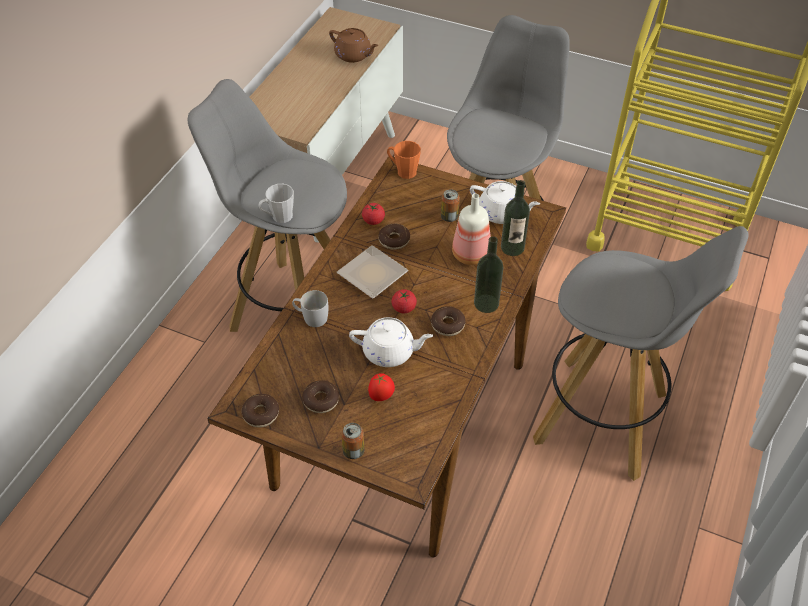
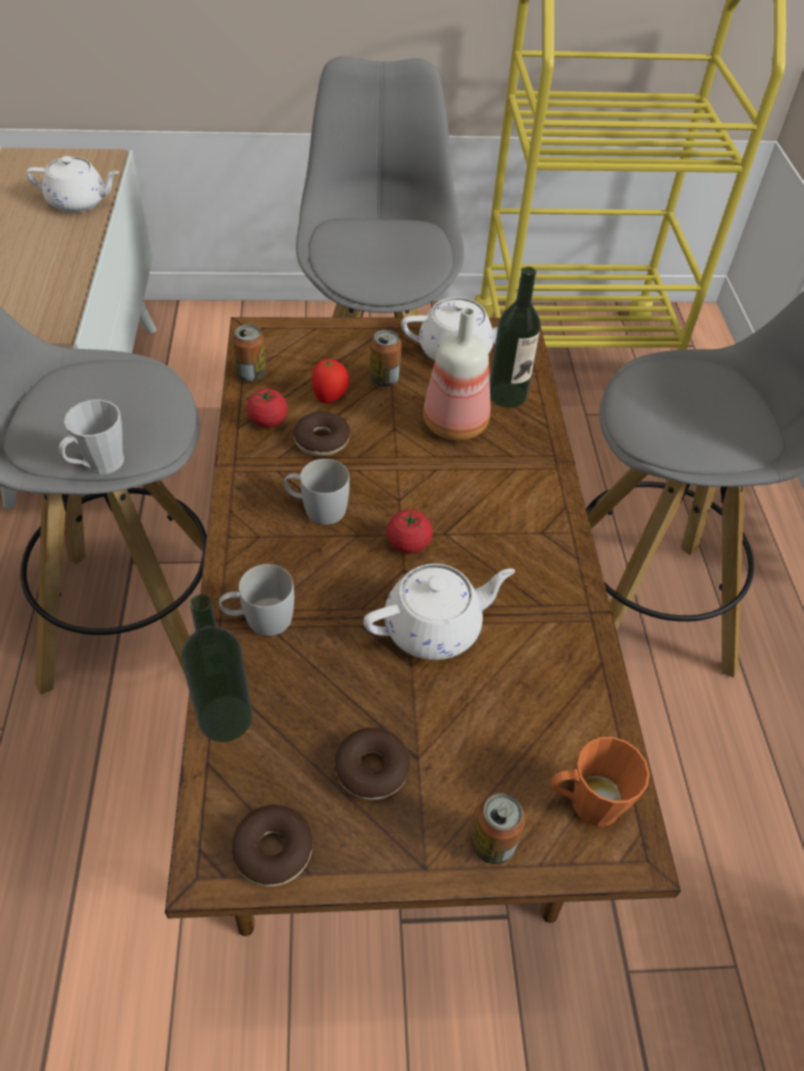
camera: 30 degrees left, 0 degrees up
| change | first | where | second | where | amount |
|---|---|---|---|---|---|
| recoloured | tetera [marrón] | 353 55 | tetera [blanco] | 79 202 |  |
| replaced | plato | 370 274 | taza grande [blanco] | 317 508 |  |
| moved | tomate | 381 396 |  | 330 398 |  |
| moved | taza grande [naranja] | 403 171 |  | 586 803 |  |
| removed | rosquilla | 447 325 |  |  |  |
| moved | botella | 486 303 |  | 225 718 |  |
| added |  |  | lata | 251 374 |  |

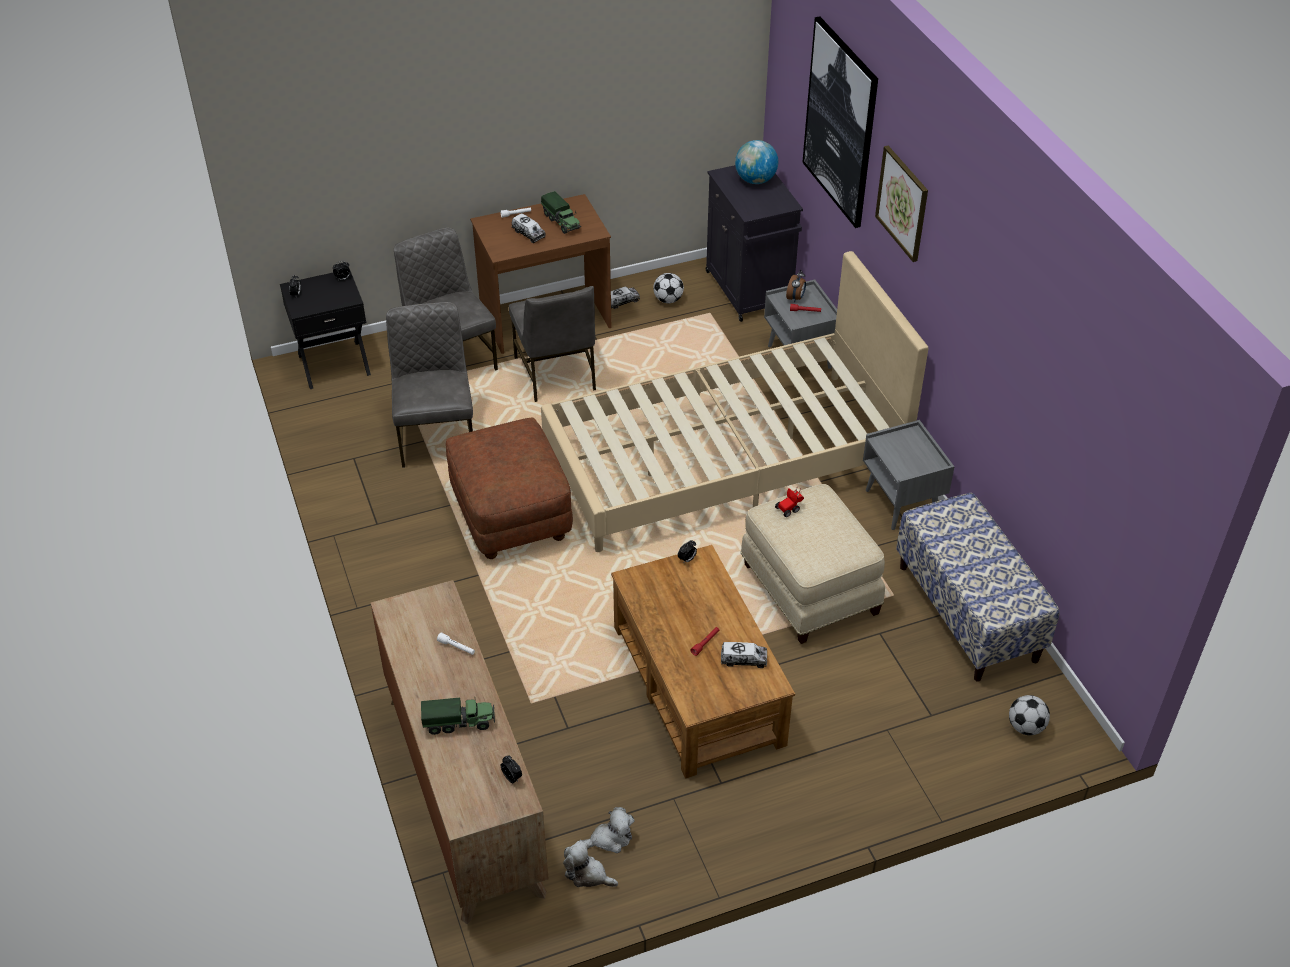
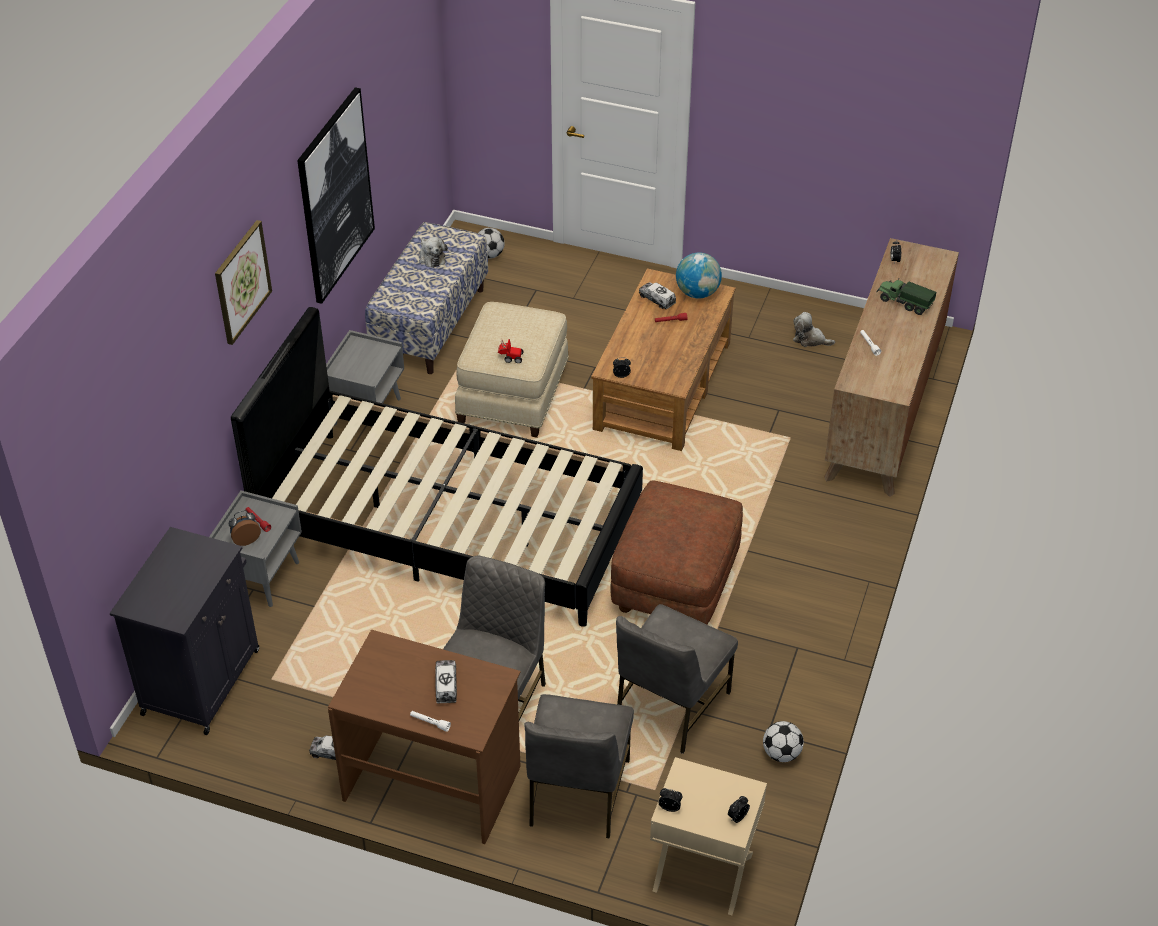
camera: 140 degrees left, 0 degrees up
| change | first | where | second | where | amount |
|---|---|---|---|---|---|
| recoloured | mesita de noche [negro] | 334 363 | mesita de noche [beis] | 702 872 |  |
| removed | camión de juguete | 561 222 |  |  |  |
| recoloured | cama [beis] | 725 459 | cama [negro] | 448 525 |  |
| moved | peluche | 587 874 |  | 431 257 |  |
| moved | balón de fútbol | 668 300 |  | 781 753 |  |
| moved | globo terráqueo | 755 180 |  | 697 293 |  |
| moved | cuadro | 840 122 |  | 335 195 |  |

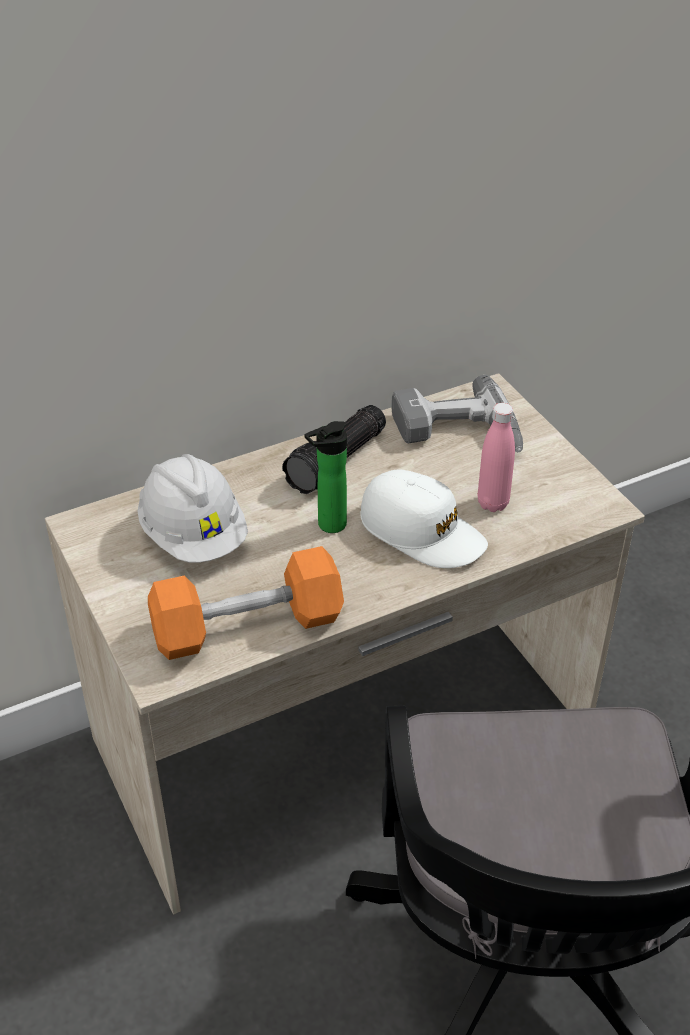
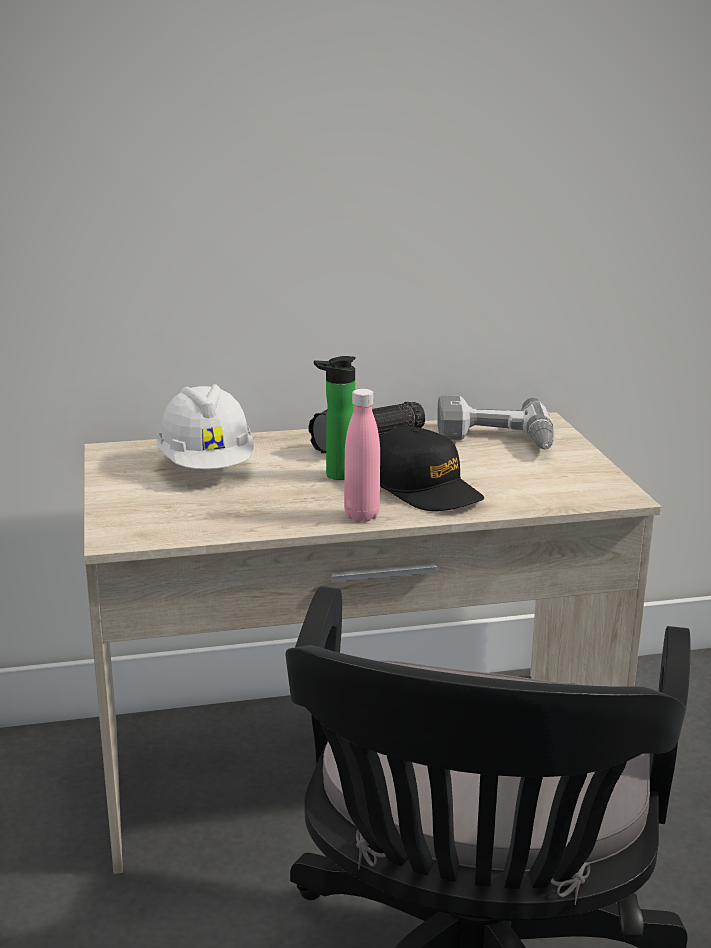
camera: 15 degrees right, 20 degrees down
| change | first | where | second | where | amount |
|---|---|---|---|---|---|
| removed | mancuerna [naranja] | 247 626 |  |  |  |
| recoloured | gorra [blanco] | 422 531 | gorra [negro] | 424 489 |  |
| moved | botella [rosa] | 493 503 |  | 361 516 |  |

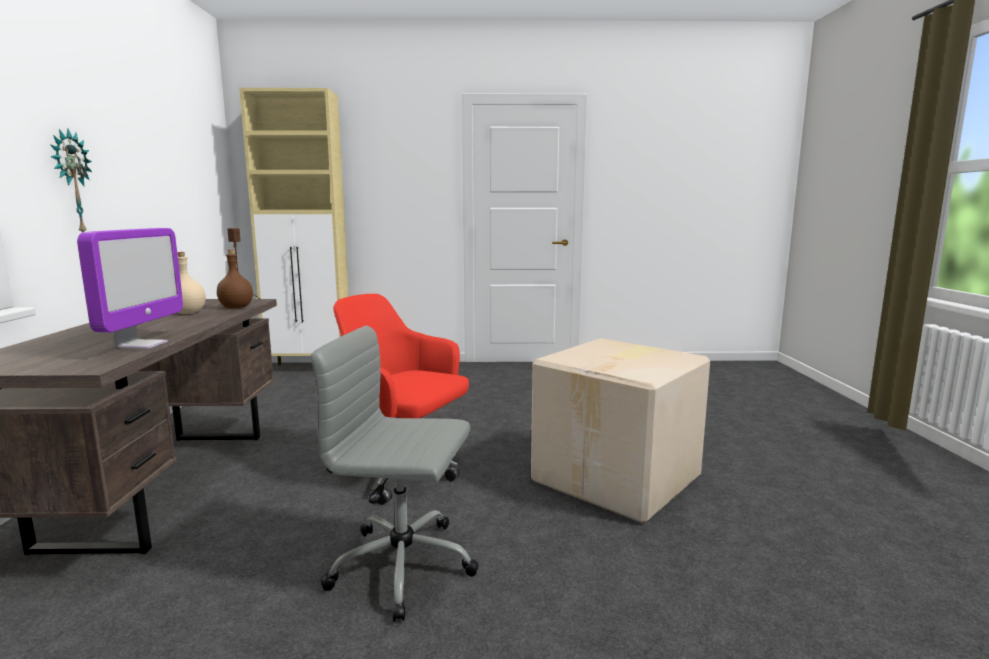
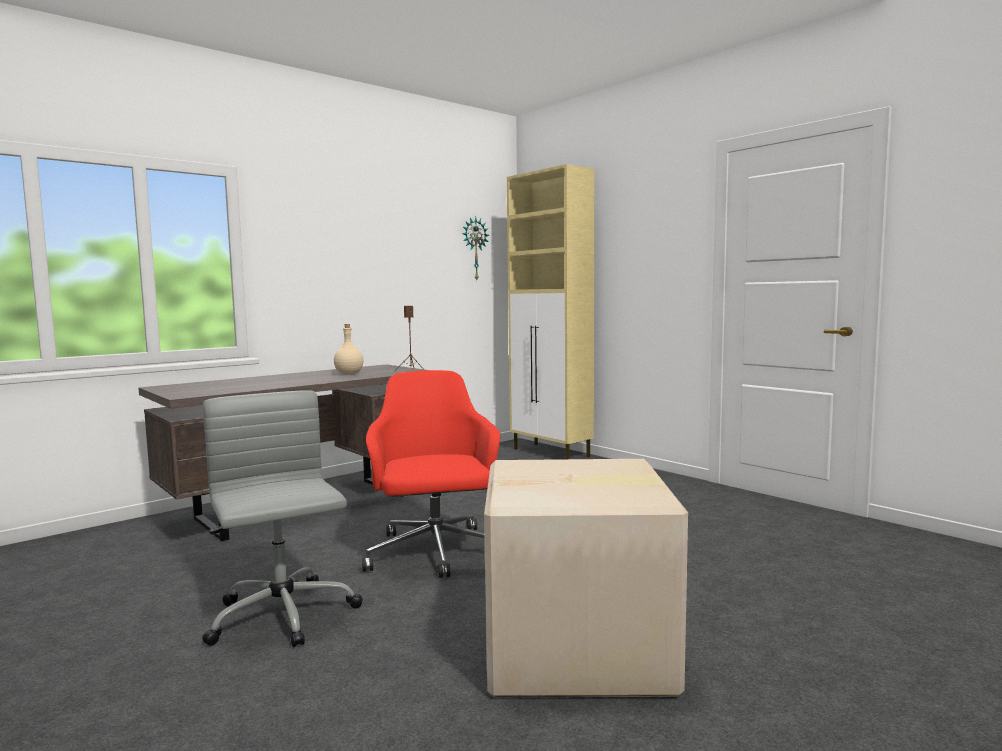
camera: 50 degrees right, 5 degrees down
| change | first | where | second | where | amount |
|---|---|---|---|---|---|
| moved | reloj de pared | 71 183 |  | 474 249 |  |
| removed | monitor | 142 345 |  |  |  |
| removed | botella [marrón] | 237 307 |  |  |  |

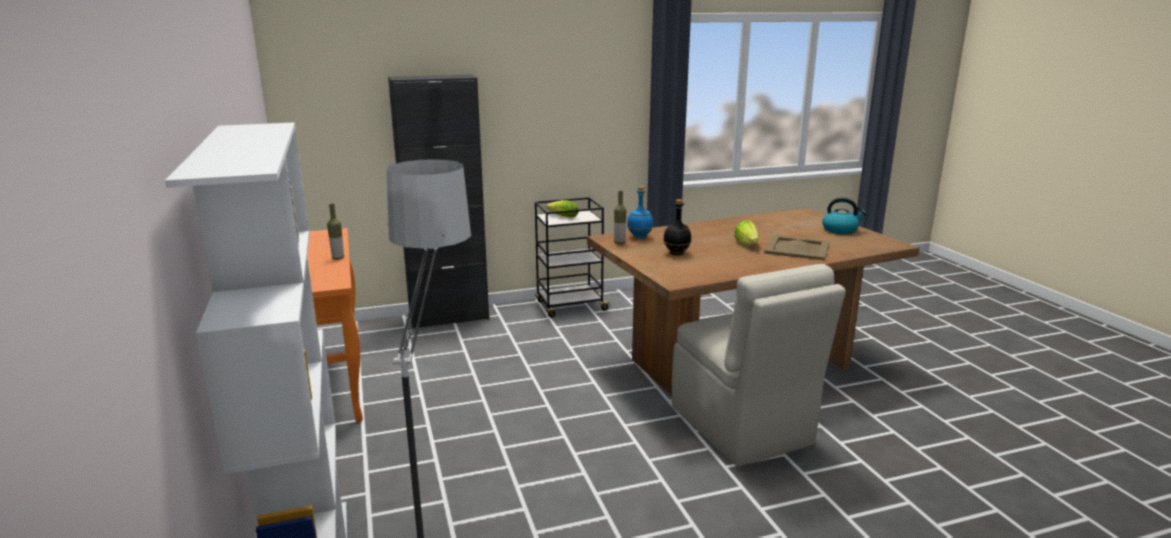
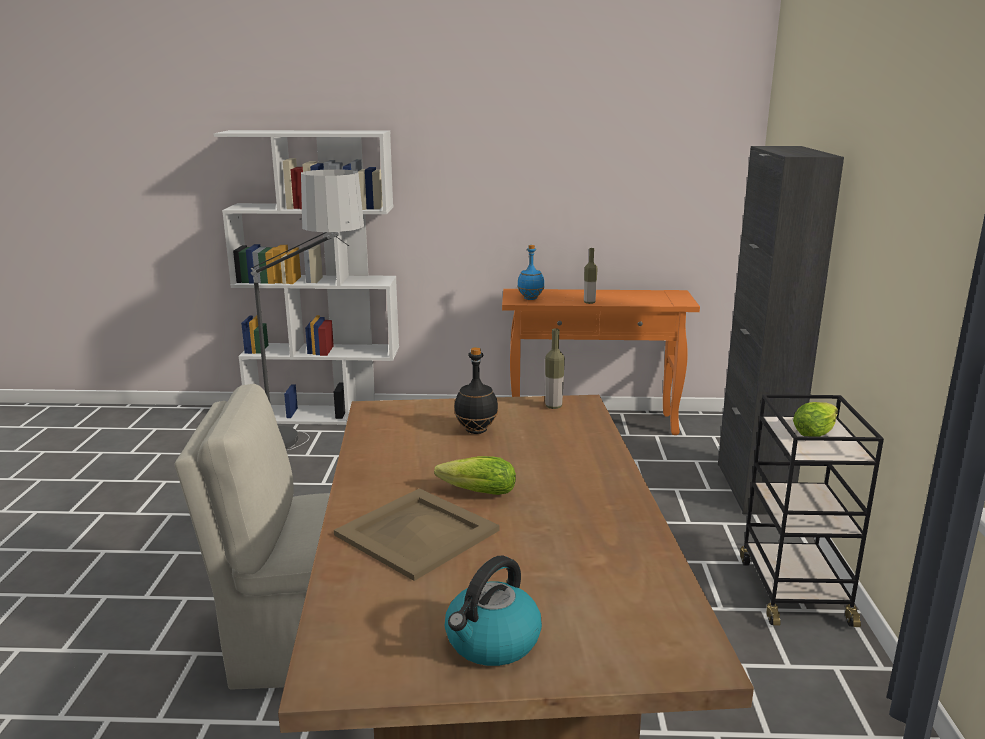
camera: 110 degrees right, 0 degrees up
| change | first | where | second | where | amount |
|---|---|---|---|---|---|
| moved | botella [azul] | 640 237 |  | 530 299 |  |

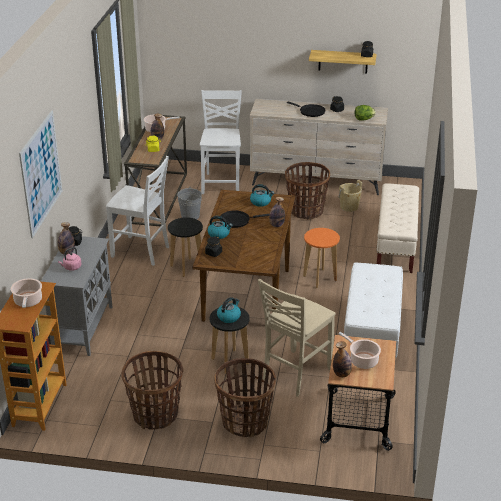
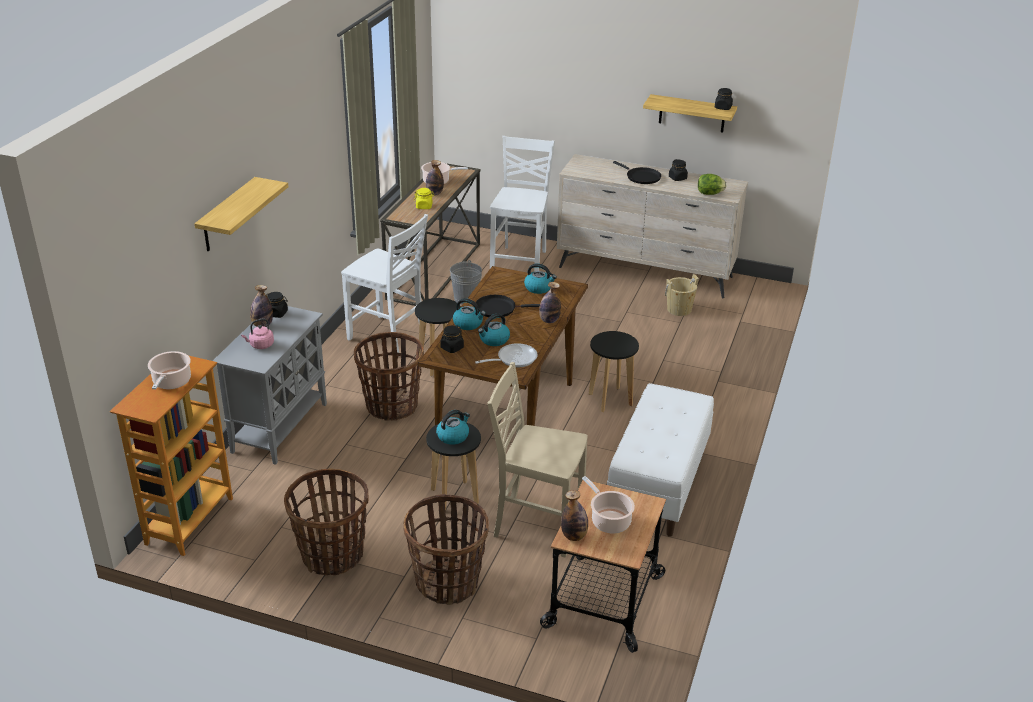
camera: 10 degrees right, 0 degrees up
| change | first | where | second | where | amount |
|---|---|---|---|---|---|
| replaced | cuadro | 41 173 | estante | 227 215 |  |
| turned | silla [beis] | 295 374 |  | 536 525 | 60 degrees clockwise |
| moved | cesta | 306 211 |  | 391 406 |  |
| recoloured | taburete [naranja] | 320 278 | taburete [negro] | 610 400 |  |
| removed | banco [beis] | 395 245 |  |  |  |
| added |  |  | sartén | 513 359 |  |
| added |  |  | hervidor | 494 340 |  |

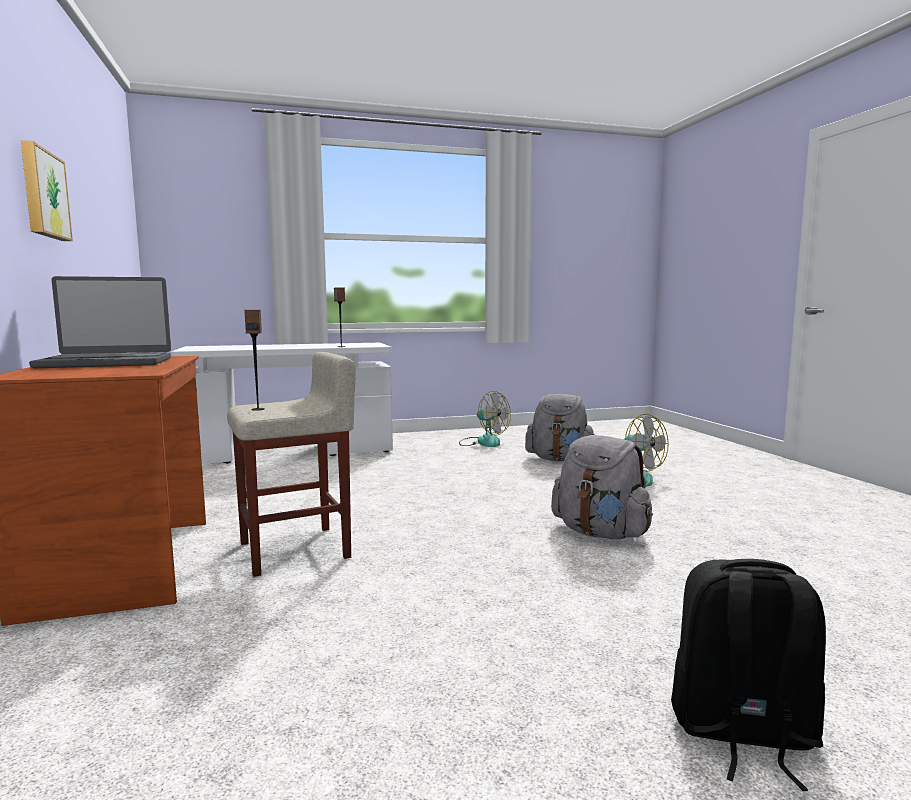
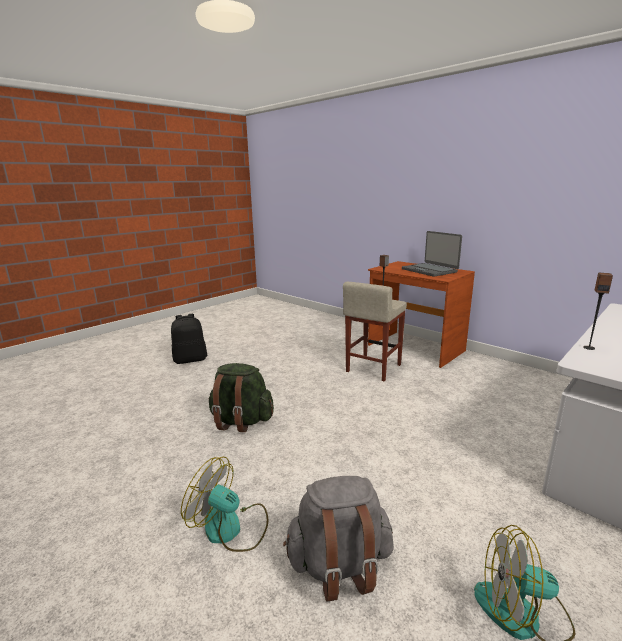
camera: 150 degrees right, 10 degrees up
| change | first | where | second | where | amount |
|---|---|---|---|---|---|
| removed | cuadro | 43 194 |  |  |  |
| turned | portátil | 107 363 |  | 429 270 | 75 degrees counterclockwise |
| recoloured | mochila [gris] | 600 533 | mochila [verde] | 241 421 |  |

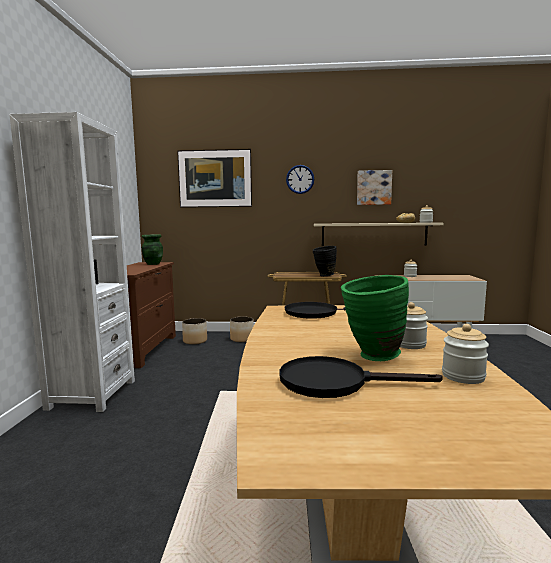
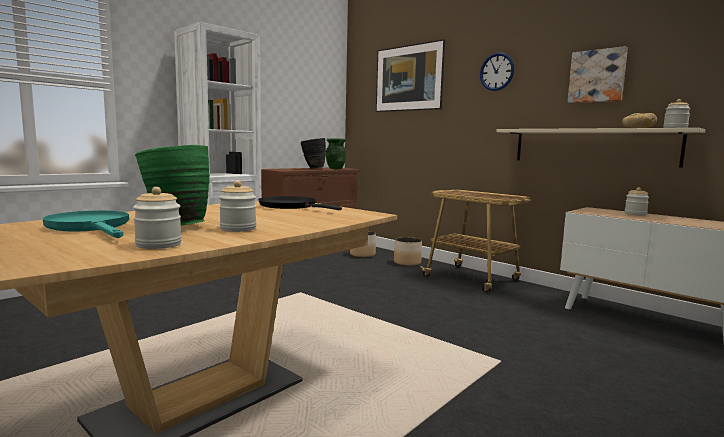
camera: 40 degrees right, 0 degrees up
| change | first | where | second | where | amount |
|---|---|---|---|---|---|
| recoloured | sartén [negro] | 335 382 | sartén [turquesa] | 92 227 |  |
| moved | florero [negro] | 324 275 |  | 312 169 |  |

